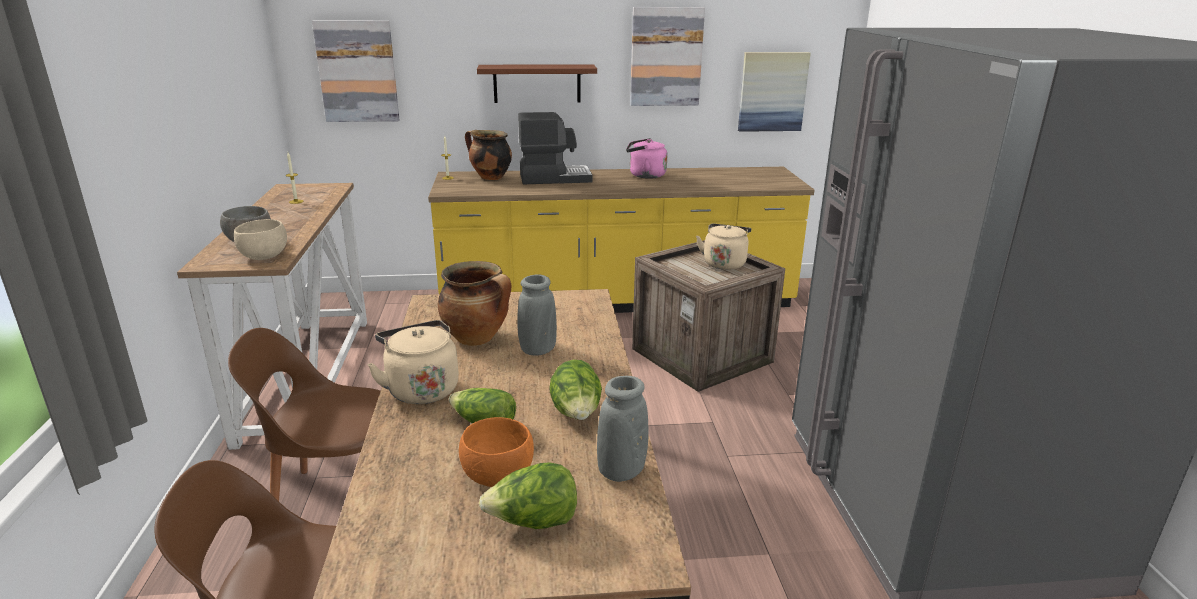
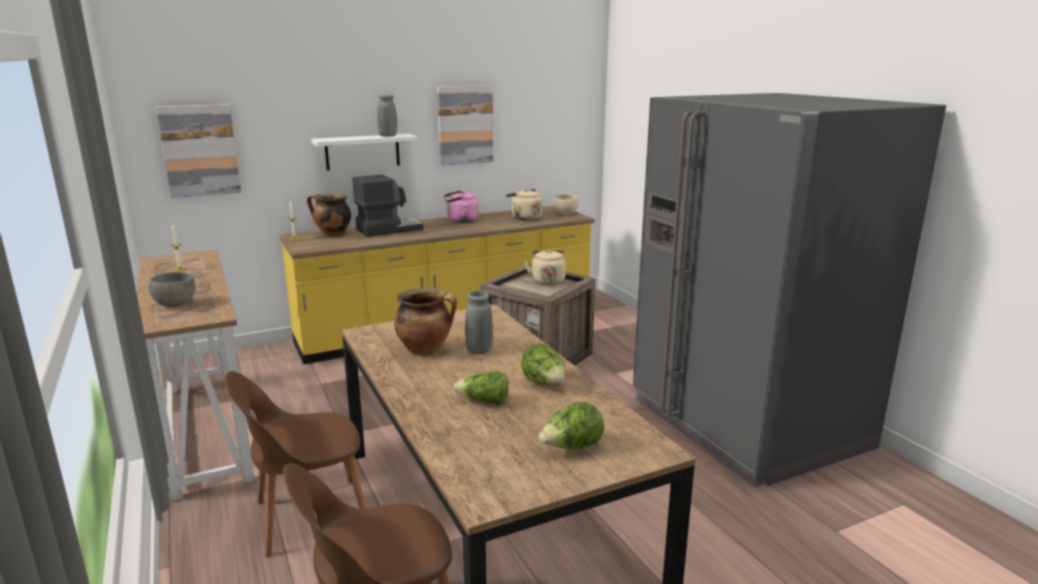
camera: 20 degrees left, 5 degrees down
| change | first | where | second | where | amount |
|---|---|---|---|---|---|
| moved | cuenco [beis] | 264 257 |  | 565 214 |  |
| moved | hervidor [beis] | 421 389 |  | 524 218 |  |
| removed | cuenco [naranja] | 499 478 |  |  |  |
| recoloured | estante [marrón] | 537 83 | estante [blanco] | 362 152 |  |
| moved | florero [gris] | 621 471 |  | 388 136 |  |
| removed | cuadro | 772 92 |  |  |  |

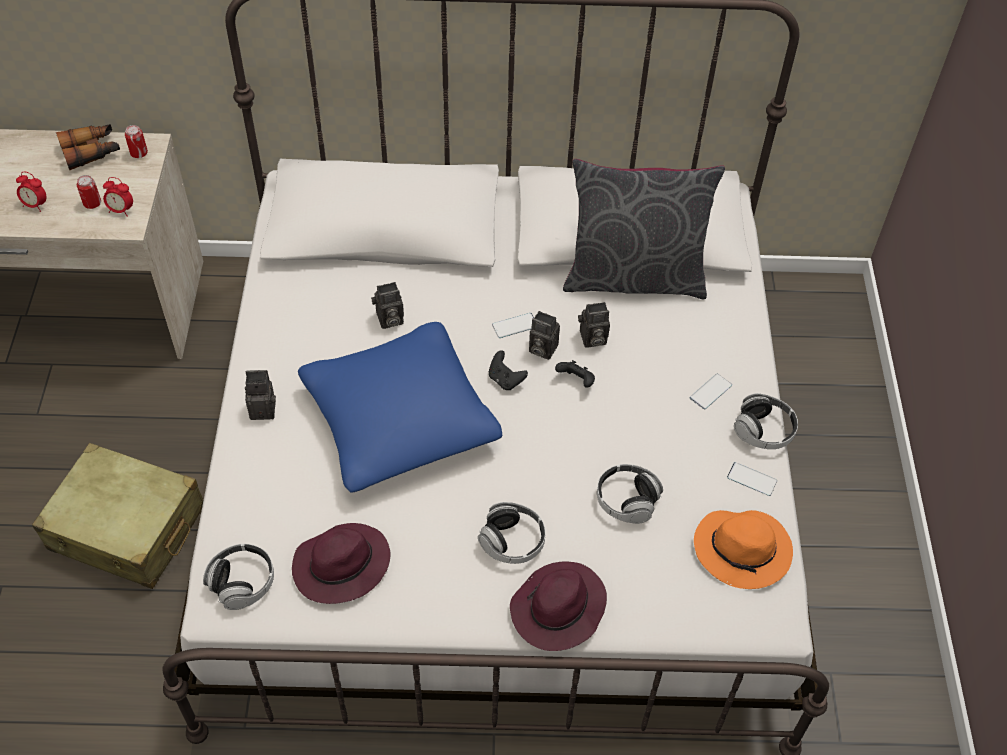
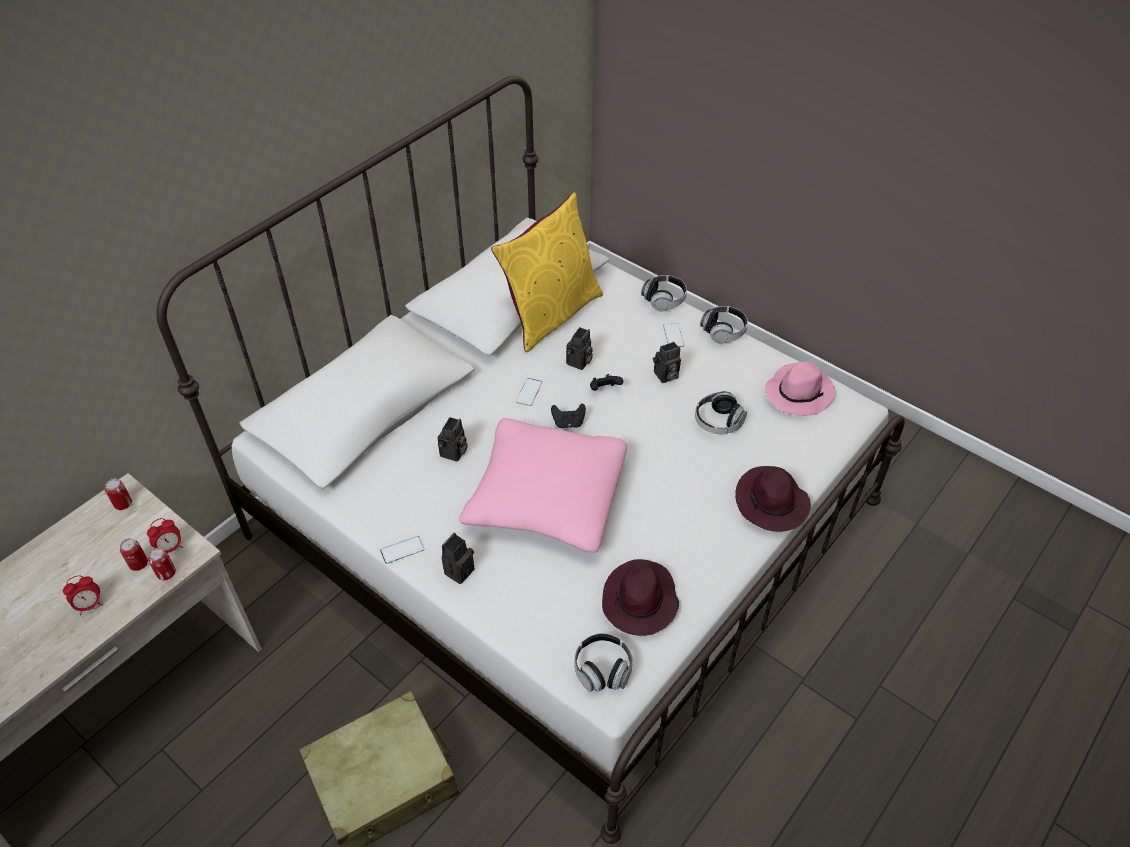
camera: 50 degrees left, 5 degrees down
| change | first | where | second | where | amount |
|---|---|---|---|---|---|
| removed | prismáticos | 91 152 |  |  |  |
| recoloured | cojín [azul] | 399 420 | cojín [rosa] | 546 497 |  |
| moved | auriculares | 512 541 |  | 664 300 |  |
| moved | cámara | 541 349 |  | 665 376 |  |
| recoloured | cojín [gris] | 634 277 | cojín [amarillo] | 550 314 |  |
| recoloured | sombrero [naranja] | 743 550 | sombrero [rosa] | 799 392 |  |
| moved | móvil | 751 479 |  | 402 550 |  |
| added |  |  | lata | 166 573 |  |

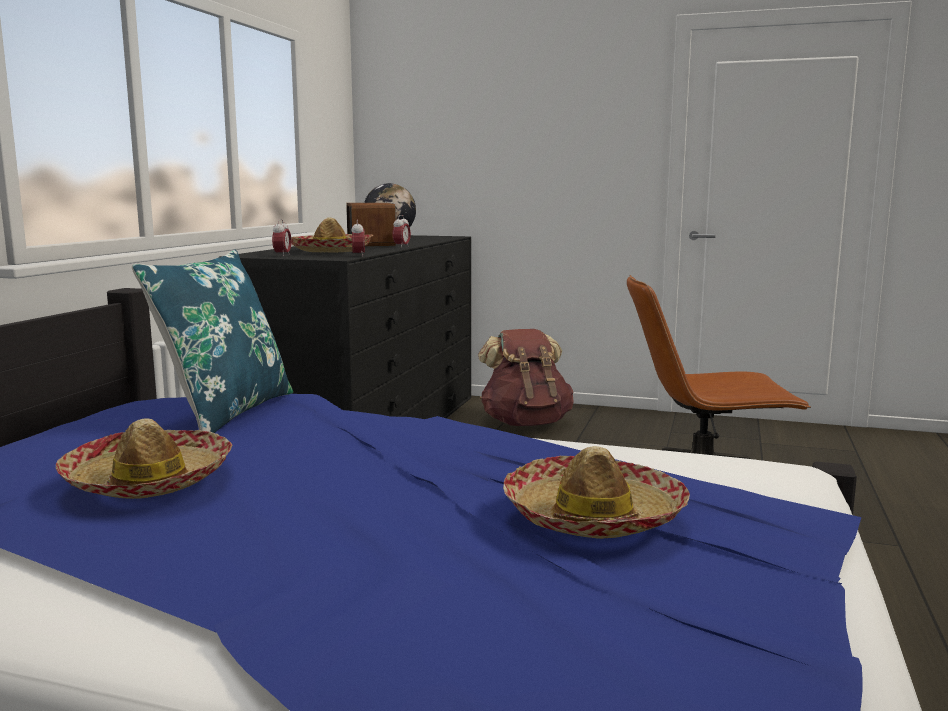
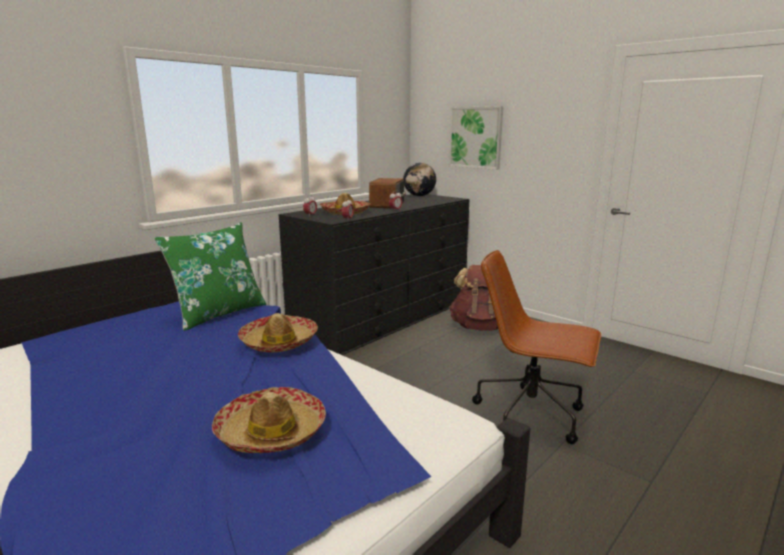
camera: 25 degrees right, 5 degrees up
| change | first | where | second | where | amount |
|---|---|---|---|---|---|
| moved | sombrero | 149 480 |  | 279 342 |  |
| recoloured | cojín [azul] | 226 412 | cojín [verde] | 218 313 |  |
| added |  |  | cuadro | 475 137 |  |

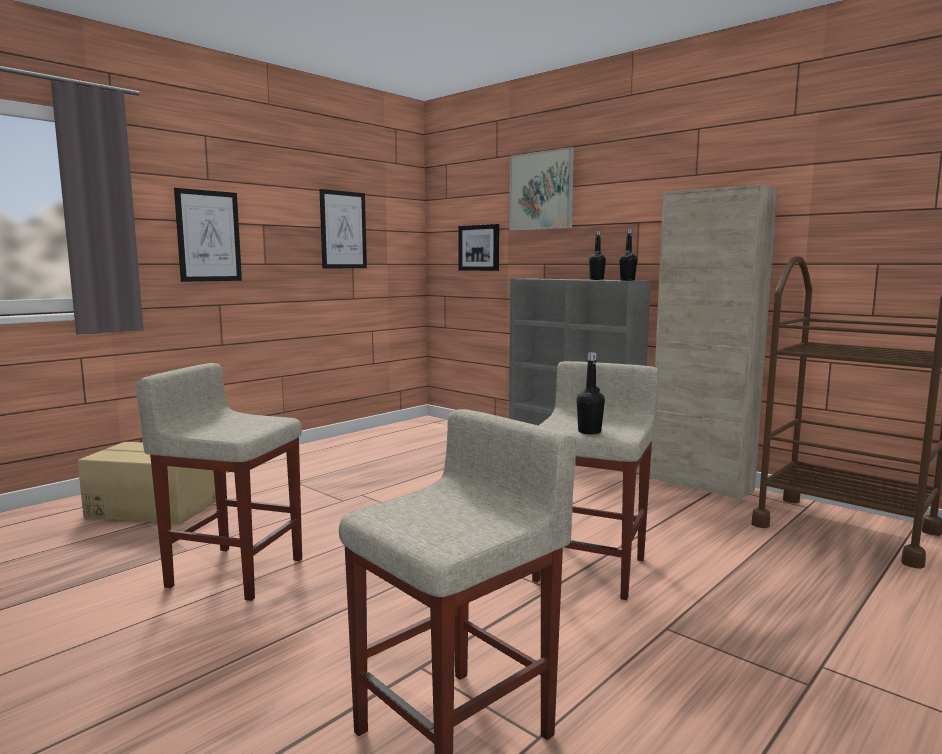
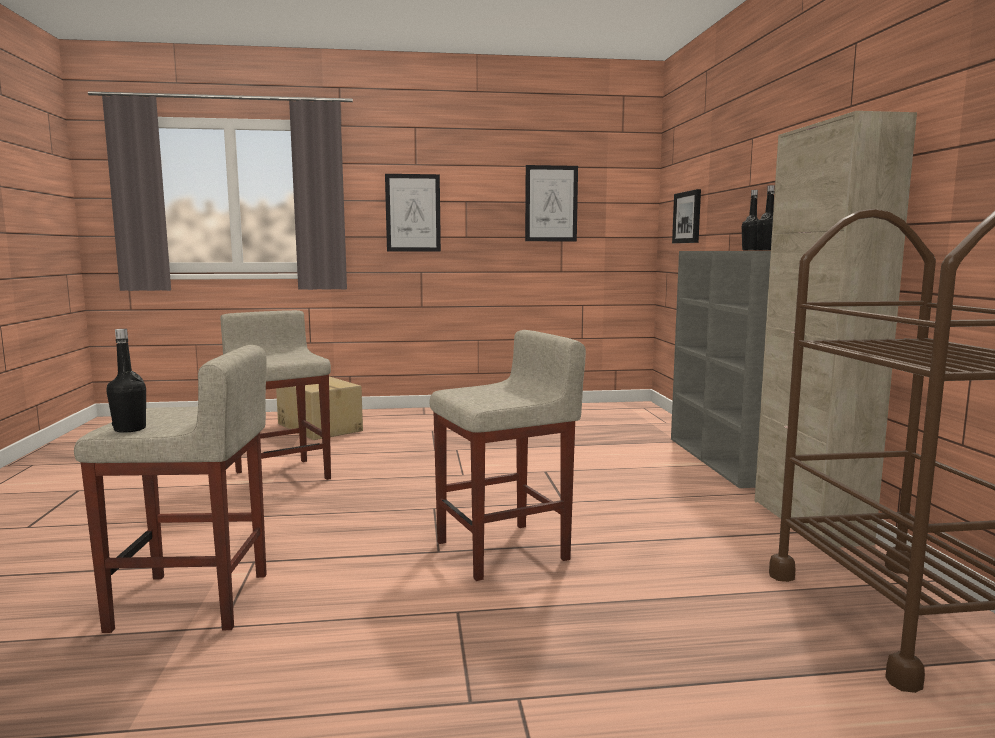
camera: 40 degrees right, 0 degrees up
| change | first | where | second | where | amount |
|---|---|---|---|---|---|
| removed | cuadro | 541 191 |  |  |  |
| moved | botella [negro] | 589 432 |  | 130 429 |  |

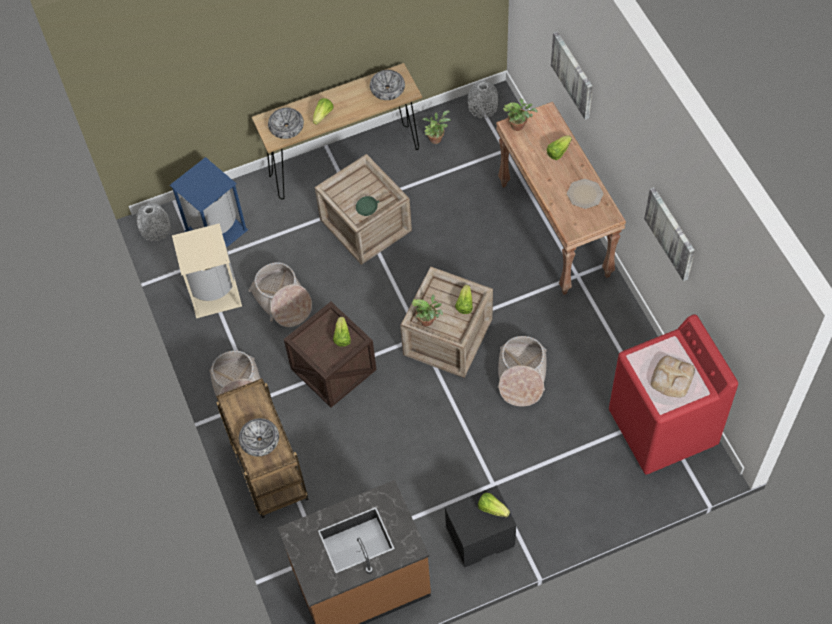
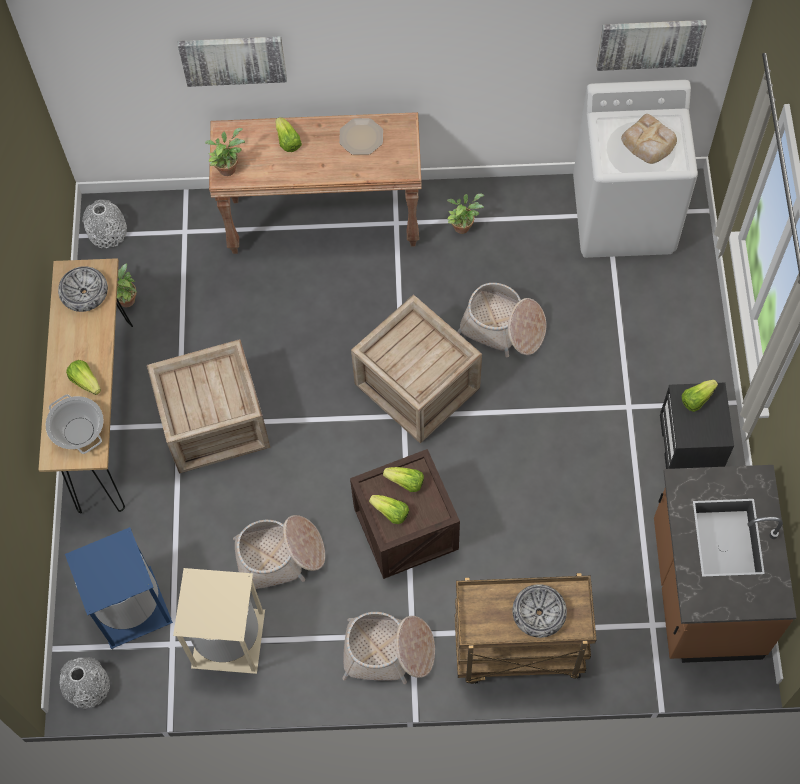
camera: 70 degrees left, 5 degrees up
| change | first | where | second | where | amount |
|---|---|---|---|---|---|
| replaced | cuenco | 286 126 | olla | 79 431 |  |
| removed | sartén [verde] | 369 207 |  |  |  |
| moved | planta en maceta | 428 321 |  | 463 225 |  |
| moved | lechuga | 464 304 |  | 390 512 |  |
| recoloured | lavadora [rojo] | 662 428 | lavadora [blanco] | 624 216 |  |
| moved | cuadro | 671 233 |  | 650 43 |  |

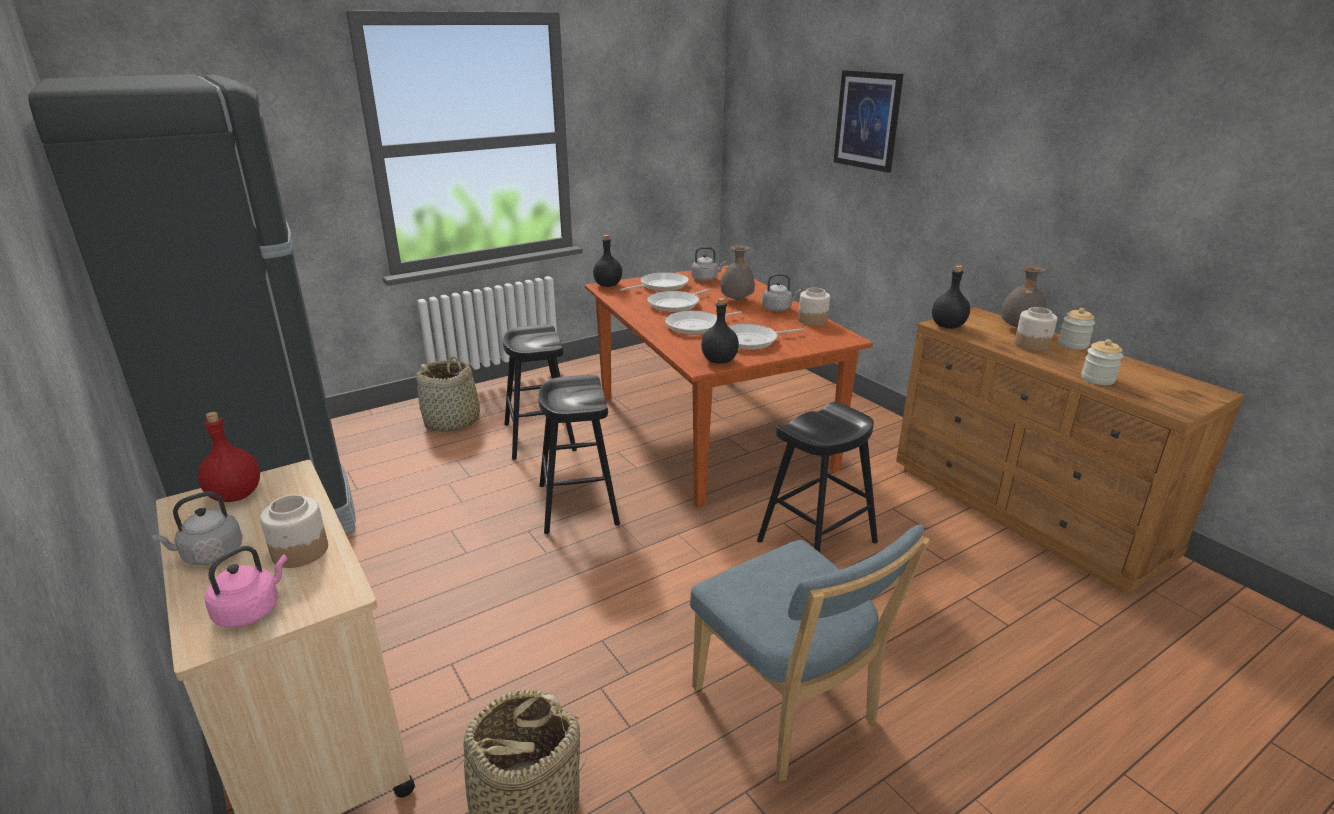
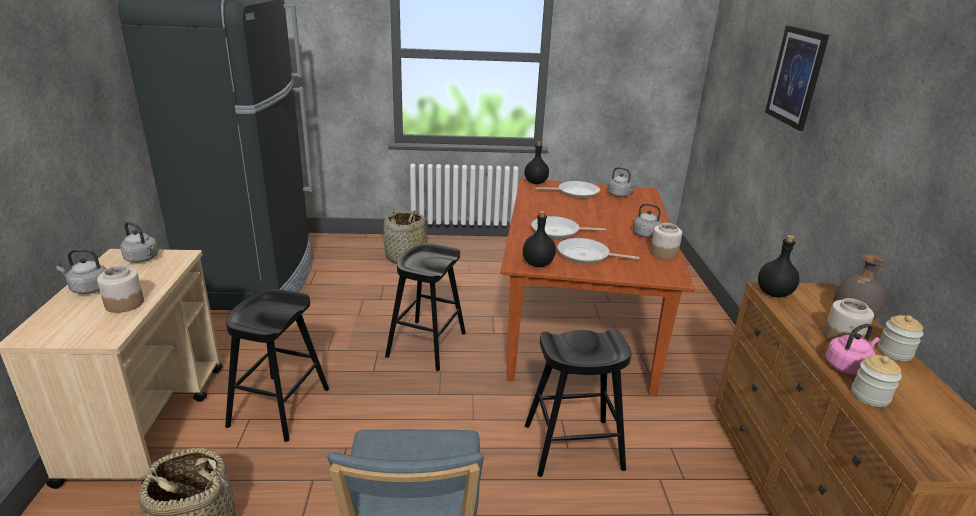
camera: 30 degrees right, 0 degrees up
| change | first | where | second | where | amount |
|---|---|---|---|---|---|
| replaced | botella [rojo] | 236 495 | hervidor [gris] | 143 259 |  |
| moved | hervidor [rosa] | 251 610 |  | 847 366 |  |
| moved | taburete [negro] | 539 437 |  | 279 407 |  |
| removed | sartén | 676 305 |  |  |  |
| removed | florero [gris] | 736 300 |  |  |  |

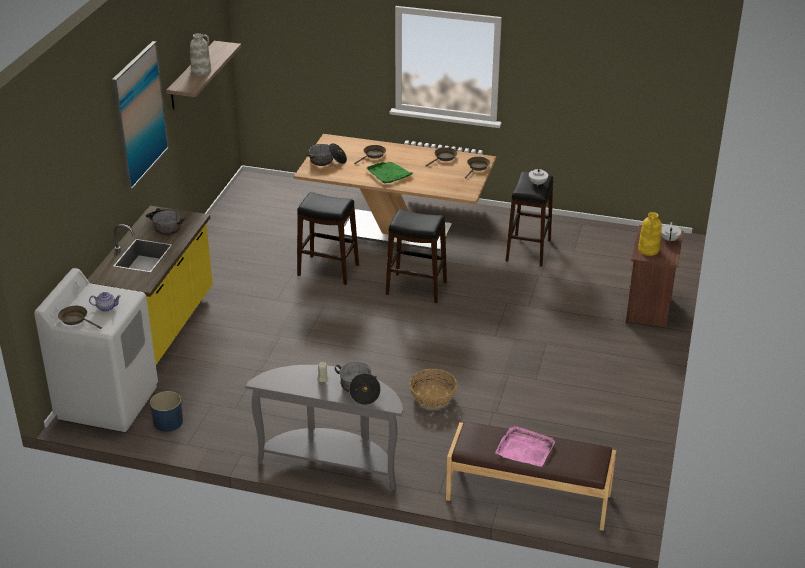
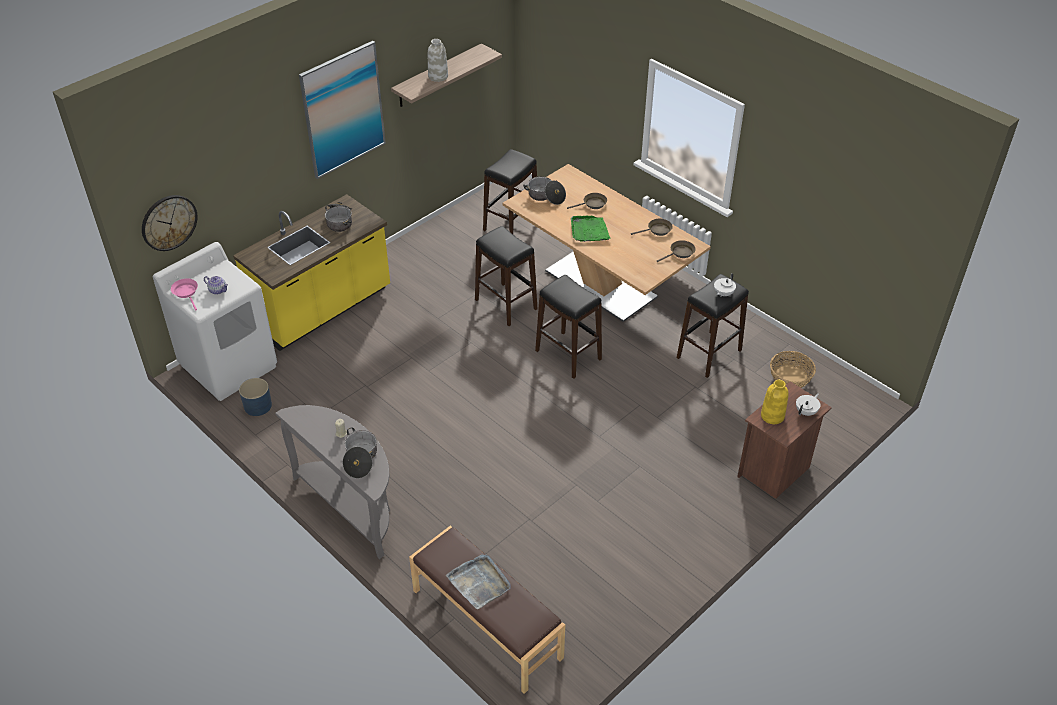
camera: 30 degrees right, 10 degrees up
| change | first | where | second | where | amount |
|---|---|---|---|---|---|
| recoloured | sartén [marrón] | 76 319 | sartén [rosa] | 186 293 |  |
| moved | cesta | 433 396 |  | 790 378 |  |
| recoloured | bandeja [rosa] | 525 448 | bandeja [gris] | 479 582 |  |
| added |  |  | reloj de pared | 169 222 |  |
| added |  |  | taburete [negro] | 511 224 |  |

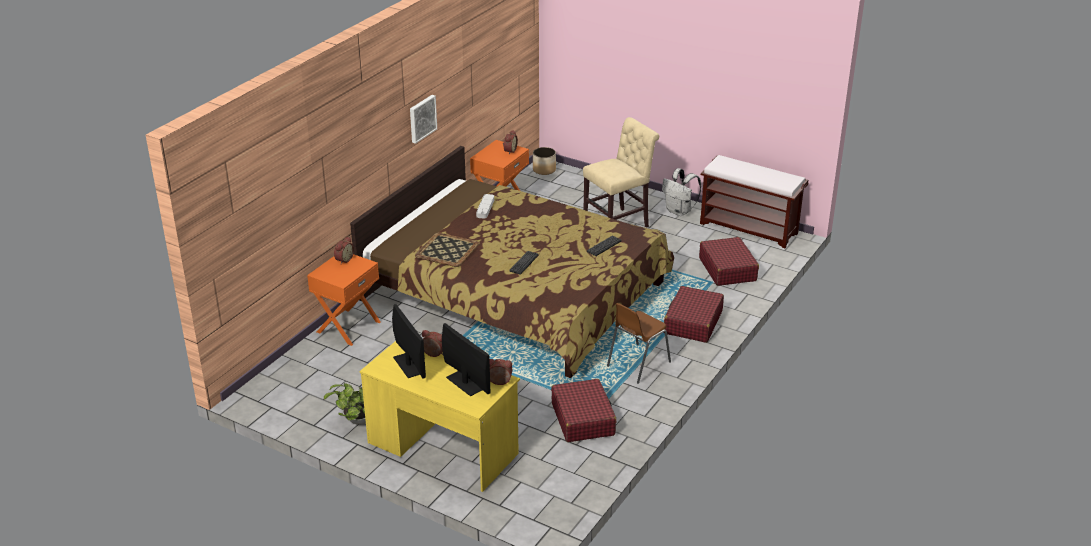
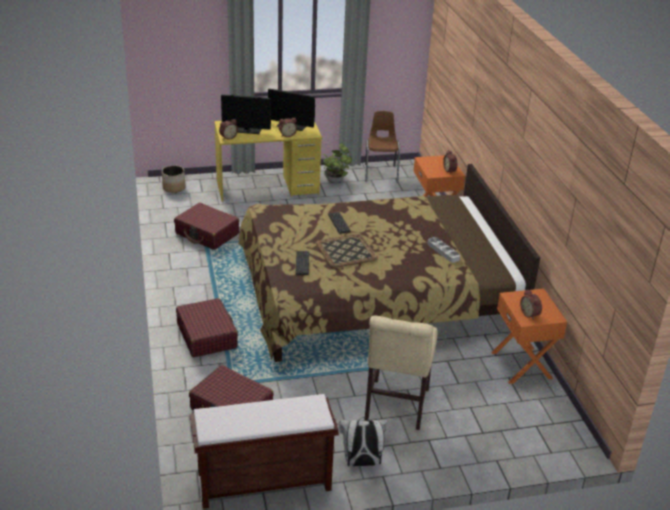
camera: 135 degrees right, 0 degrees up
| change | first | where | second | where | amount |
|---|---|---|---|---|---|
| removed | cuadro | 422 118 |  |  |  |
| moved | bandeja | 447 250 |  | 346 251 |  |
| moved | maceta | 544 170 |  | 174 188 |  |
| moved | silla [marrón] | 637 364 |  | 381 173 |  |

